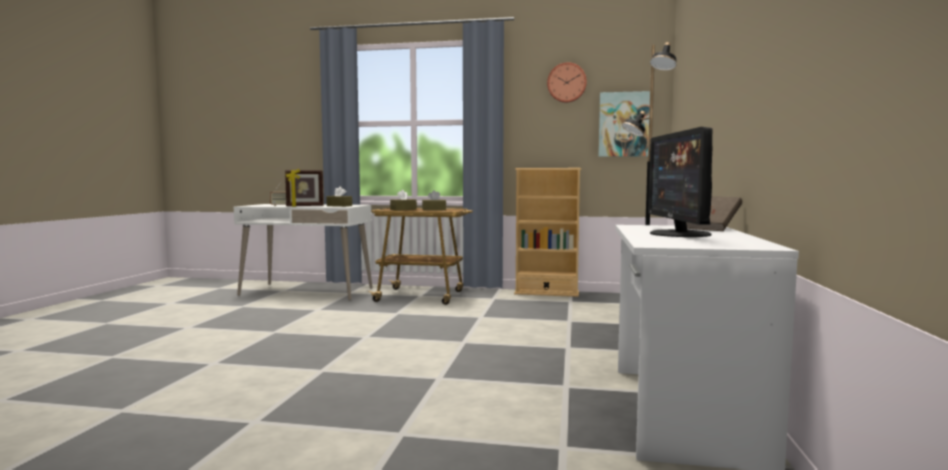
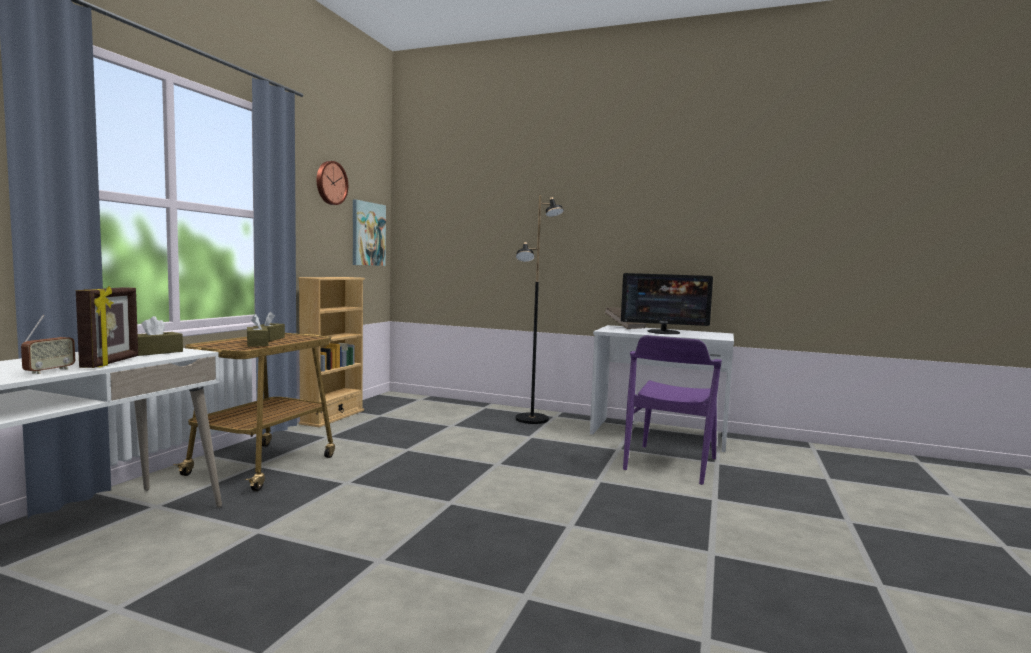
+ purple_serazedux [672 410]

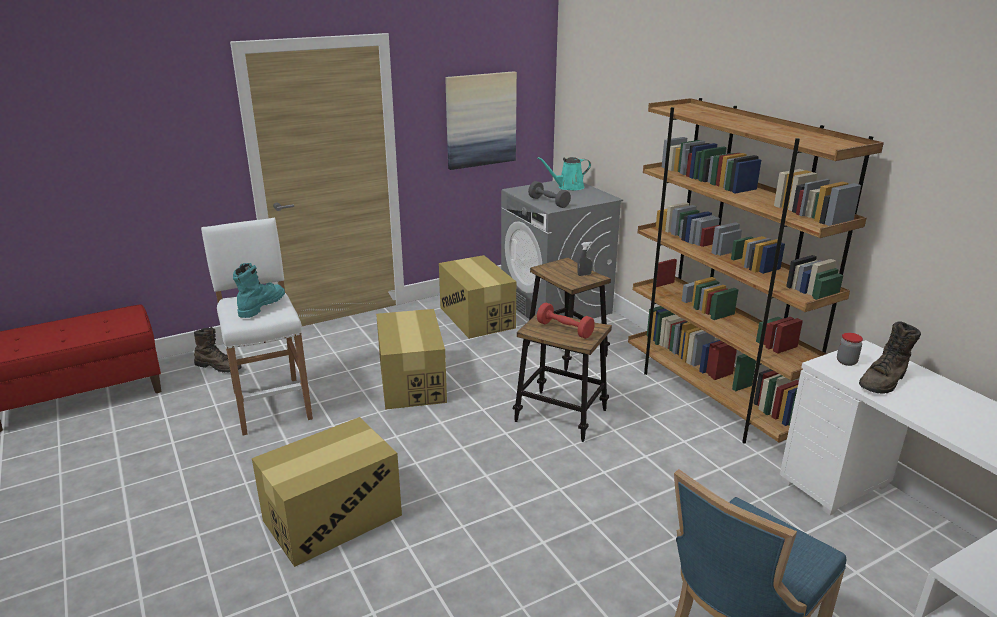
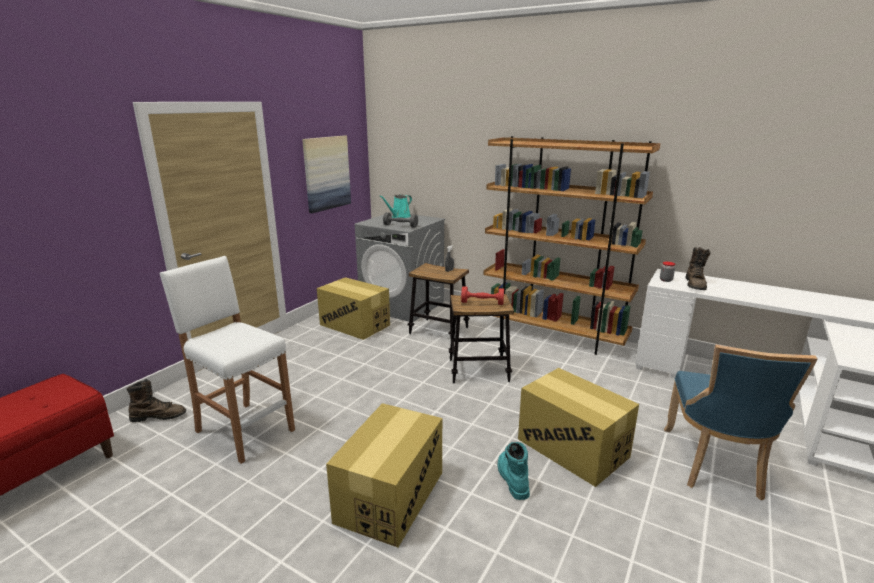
~ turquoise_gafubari [259 290] to [514 471]
~ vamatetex [411 359] to [578 427]

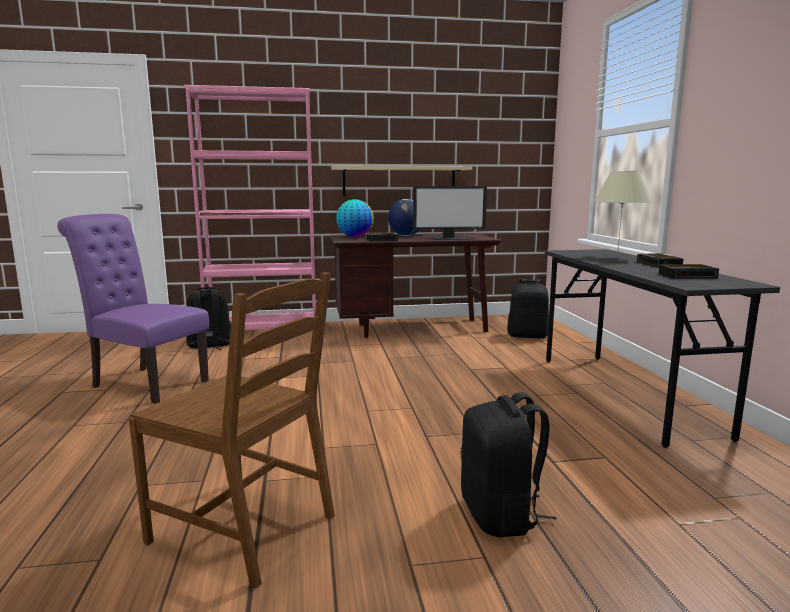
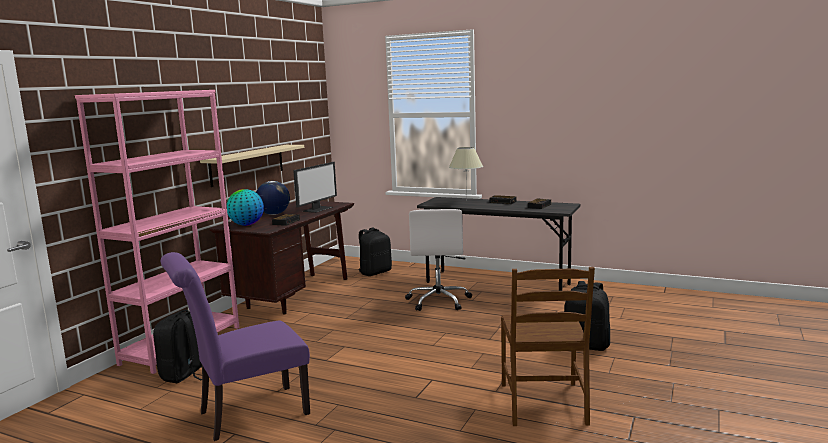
~ brown_serazedux [232 430] = [548 346] 120 degrees clockwise
+ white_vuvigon [438 260]

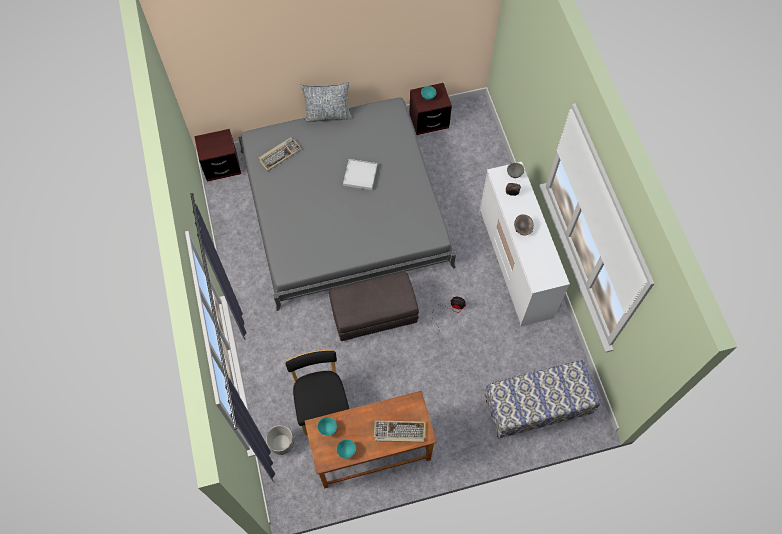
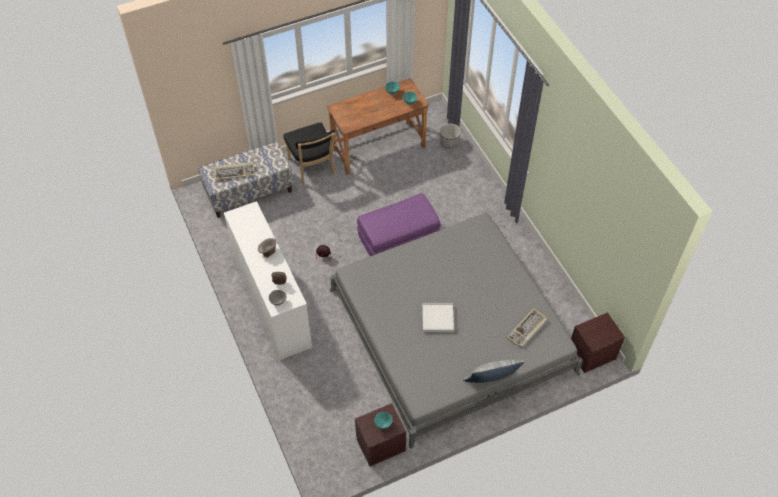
~ black_serazedux [317 392] to [309 153]
~ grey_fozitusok [374 306] to purple_fozitusok [399 224]
~ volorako [400 431] to [234 171]

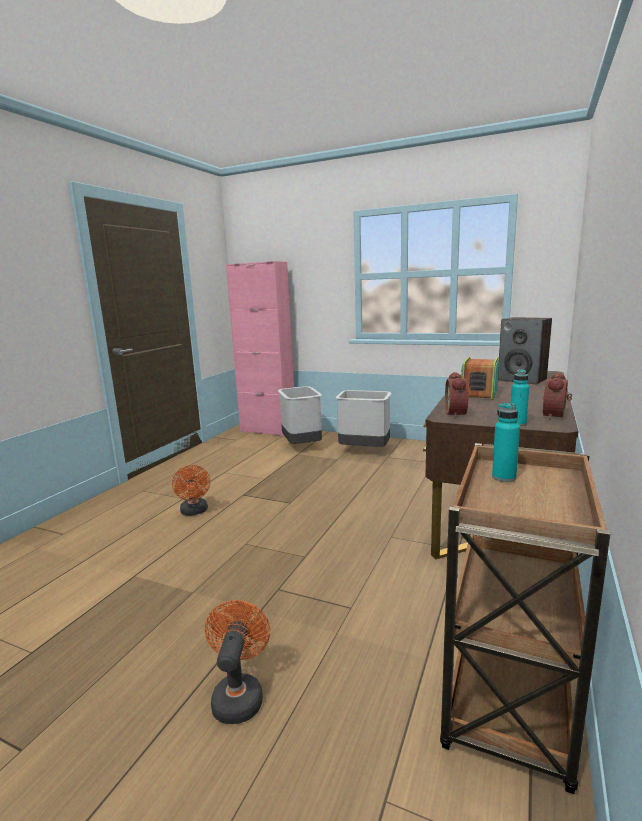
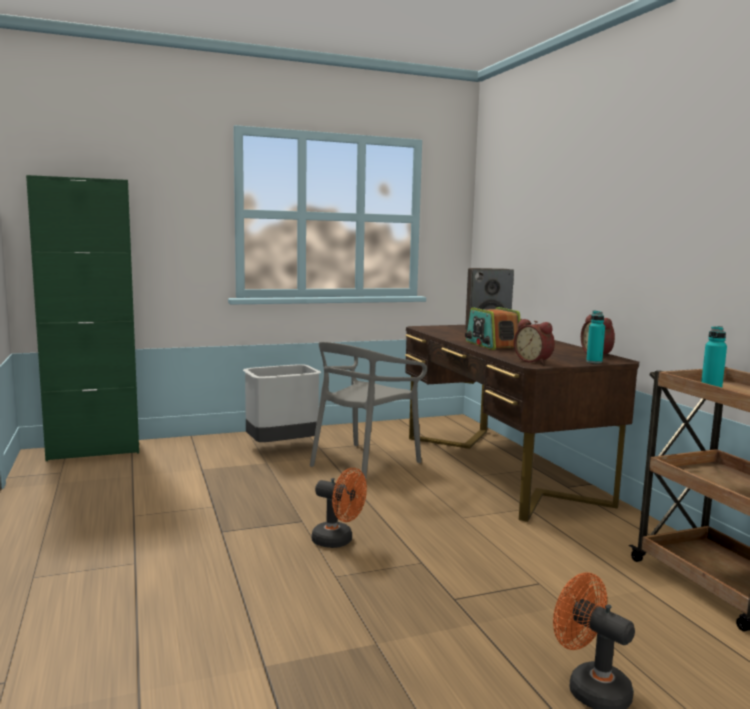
~ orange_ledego [191 490] to [339 508]
~ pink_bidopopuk [260 349] to green_bidopopuk [82 318]
- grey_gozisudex [300 415]
+ grey_serazedux [368 411]

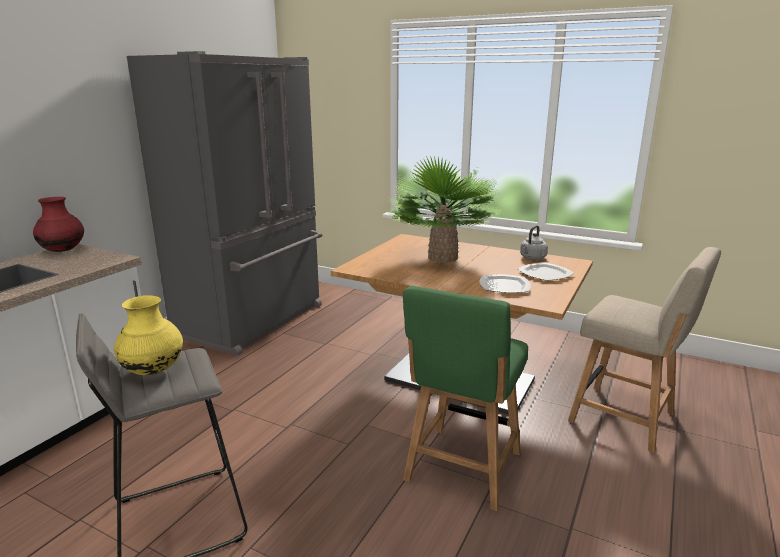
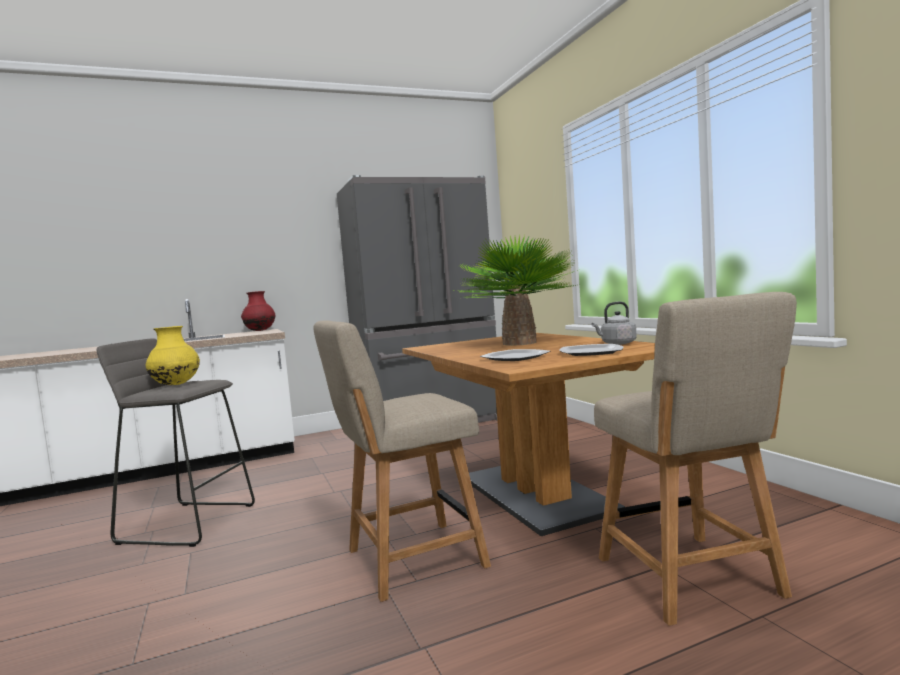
~ green_serazedux [465 398] to beige_serazedux [402 461]

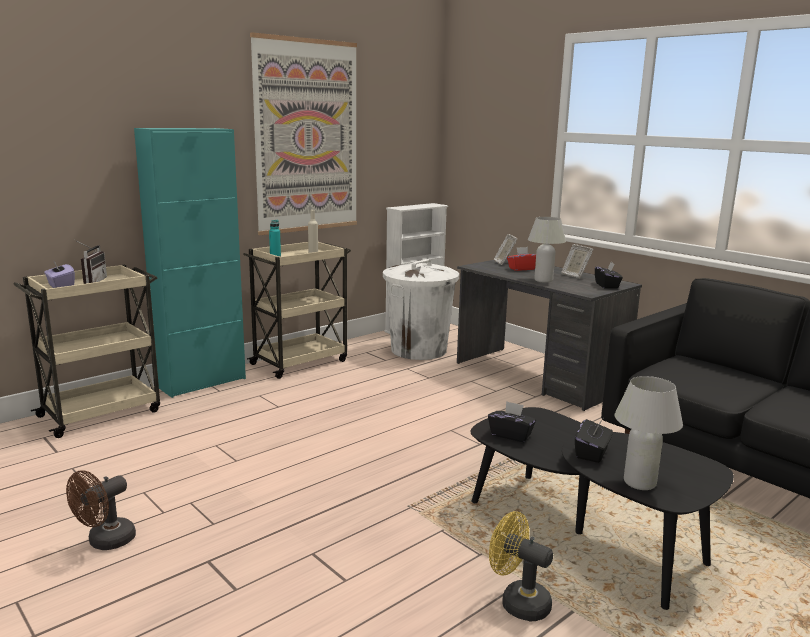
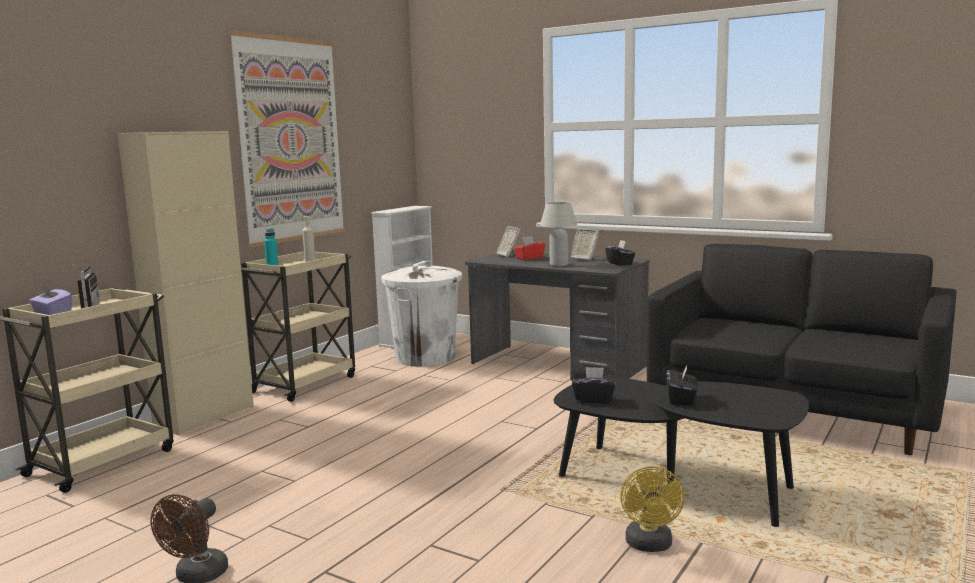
~ turquoise_bidopopuk [190 263] to beige_bidopopuk [186 283]
~ yellow_ledego [521 566] = [652 509] 105 degrees counterclockwise
- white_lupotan [649 433]

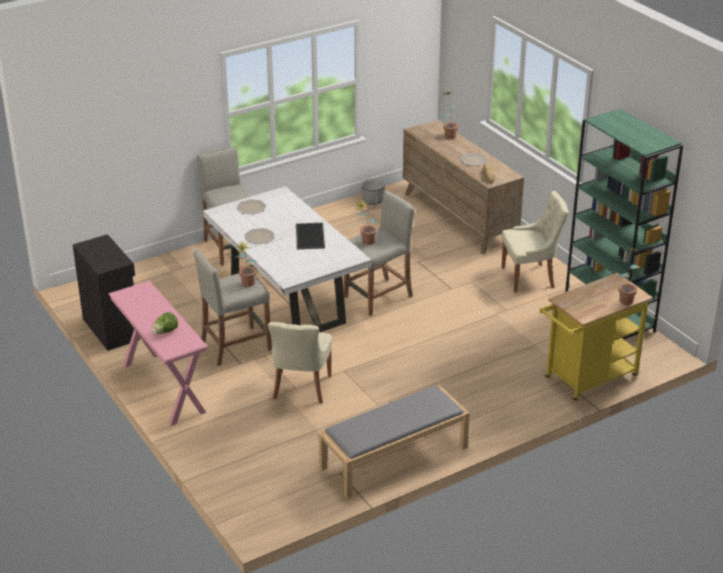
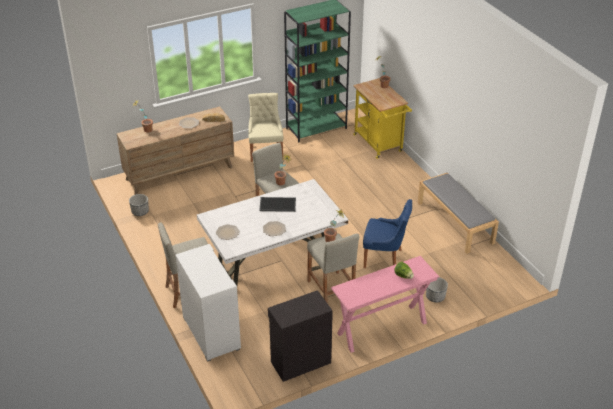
~ beige_serazedux [300 363] to blue_serazedux [387 233]
+ white_bidopopuk [208 303]
+ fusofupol [437 289]

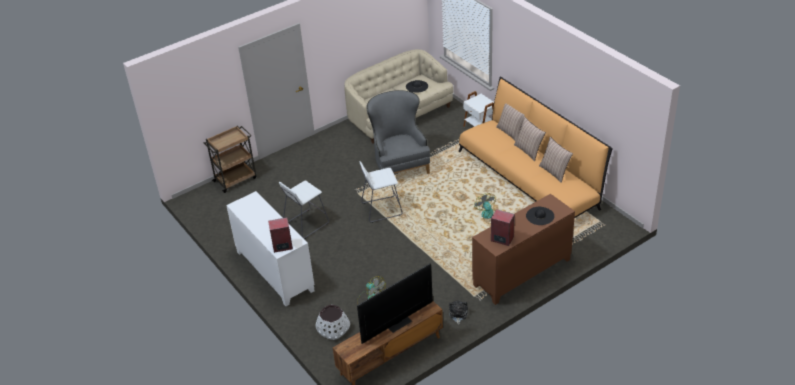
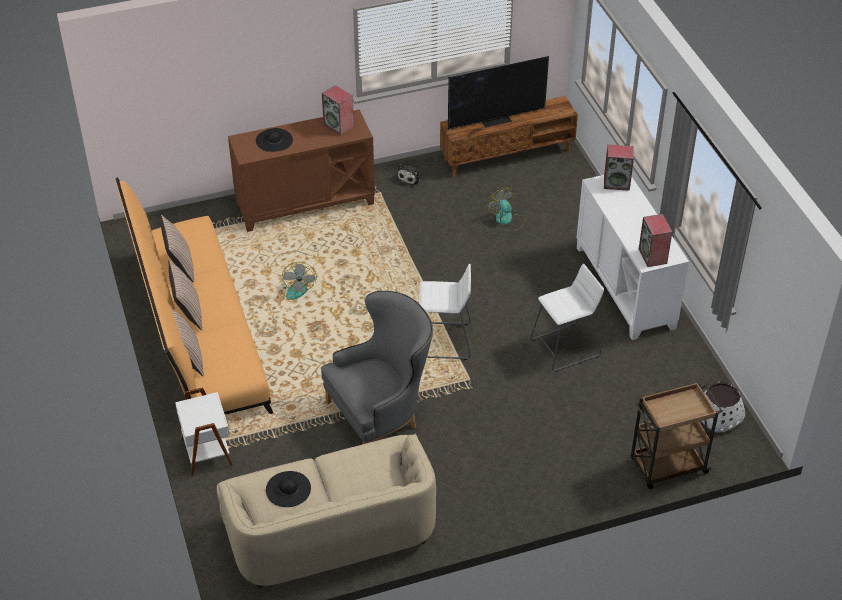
~ white_fusofupol [332 322] to [723 407]
~ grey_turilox [398 132] = [377 367] 120 degrees counterclockwise
+ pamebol [655 240]

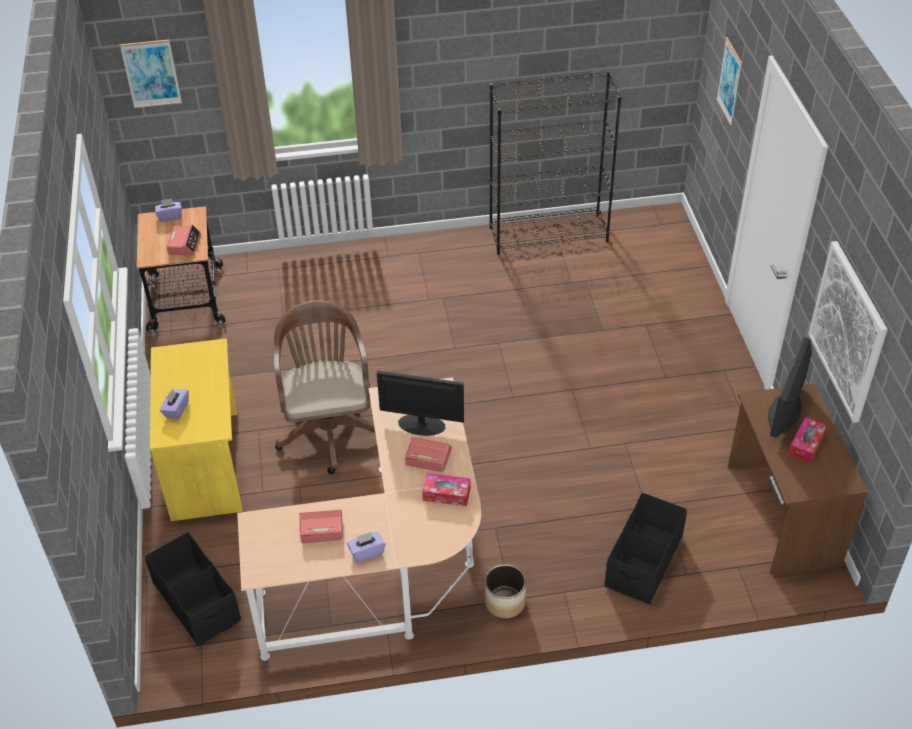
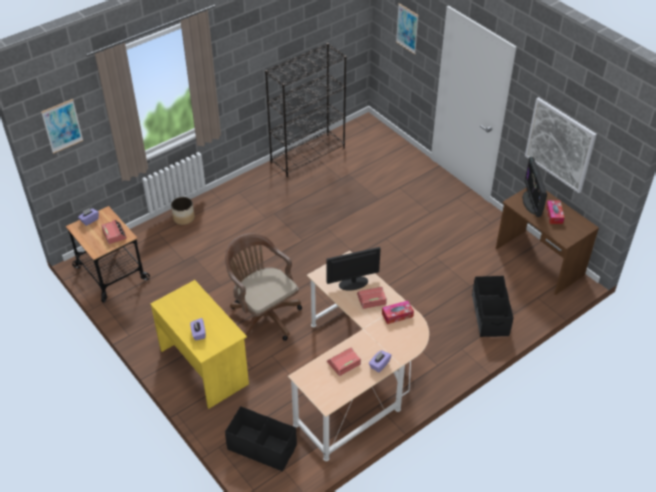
~ fusofupol [505 591] to [183 211]

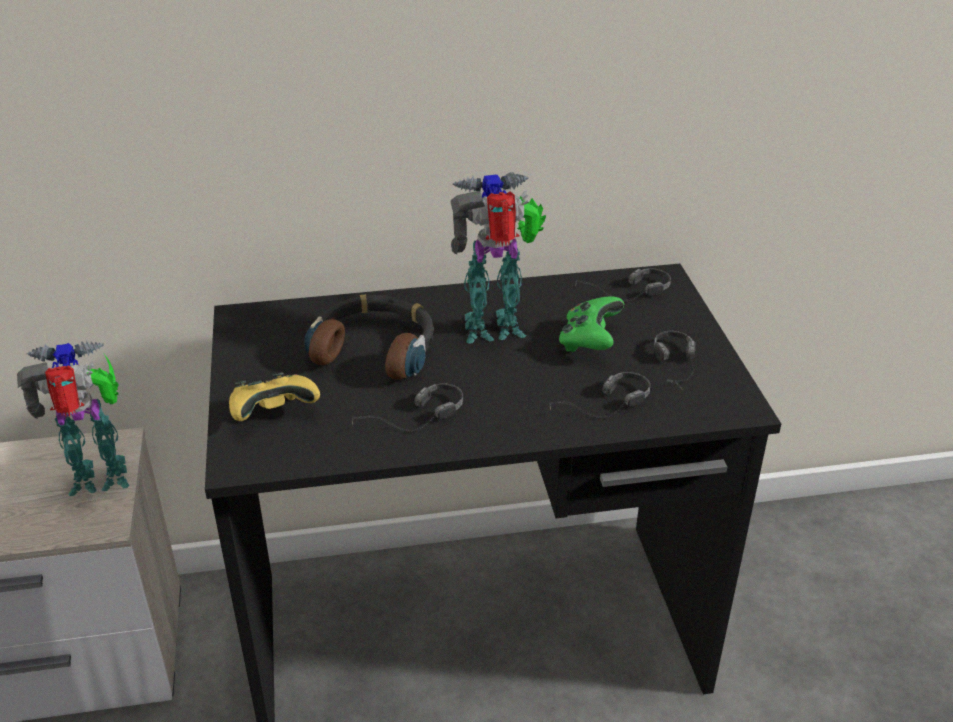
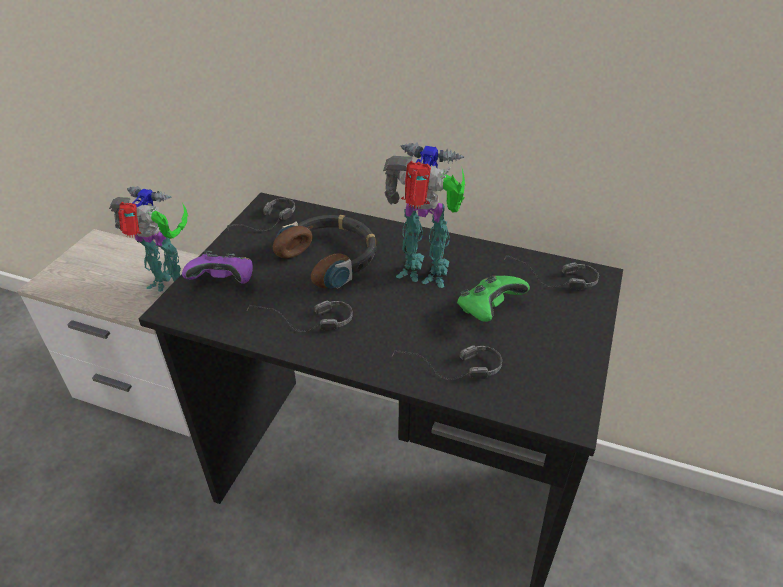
~ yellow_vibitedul [274 396] to purple_vibitedul [217 267]
~ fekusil [674 360] to [261 214]

